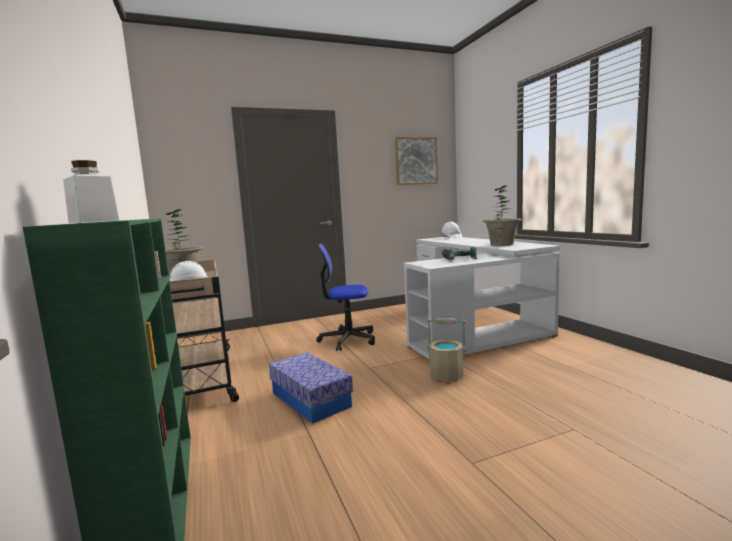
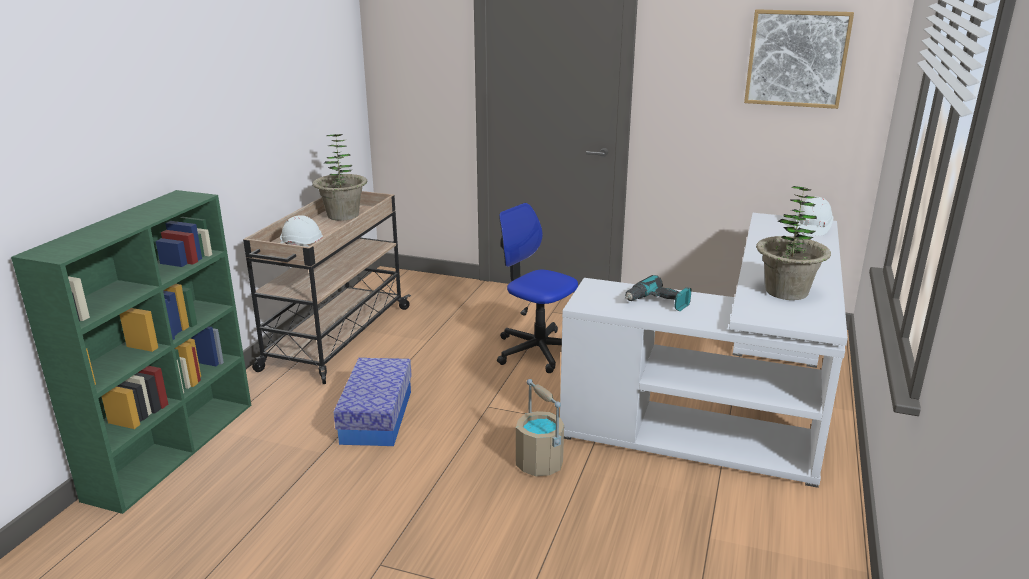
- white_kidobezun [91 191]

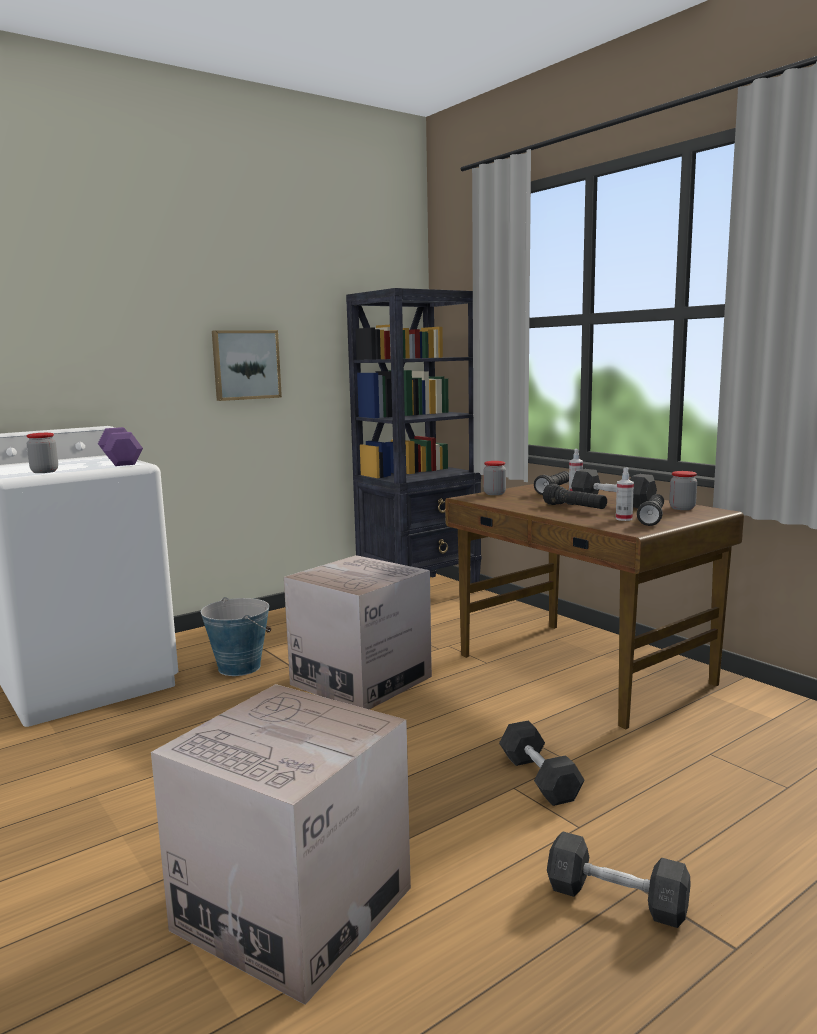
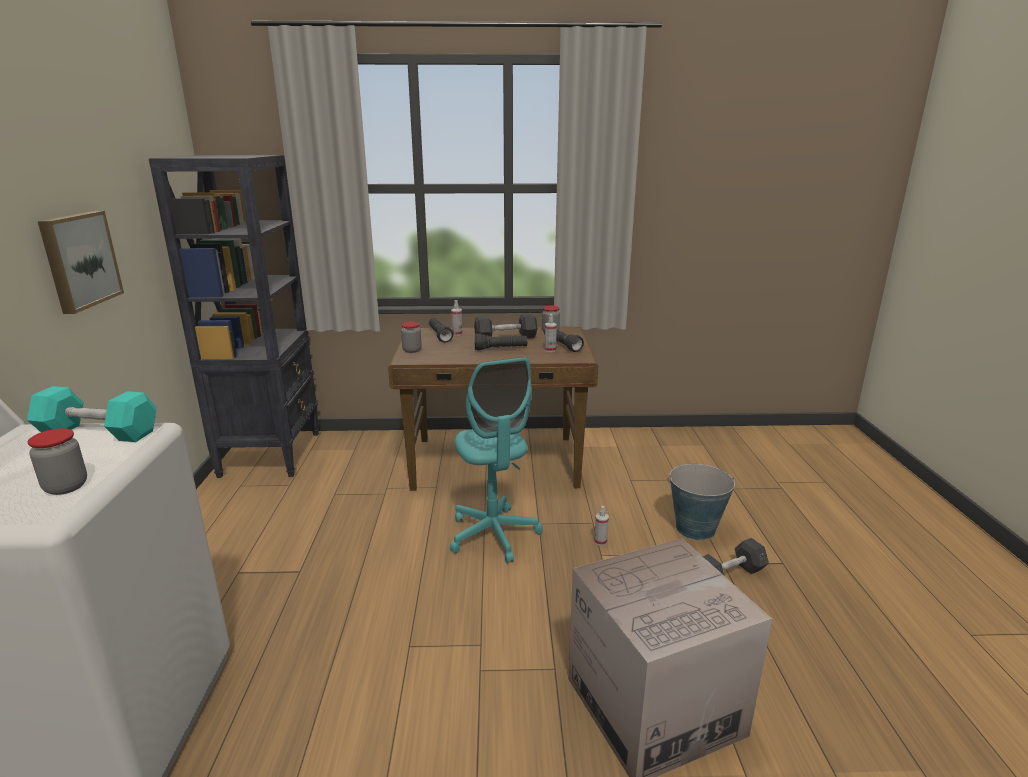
~ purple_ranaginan [120 446] to turquoise_ranaginan [92 414]
~ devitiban [236 636] to [701 502]
- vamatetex [358 632]
~ grey_ranaginan [542 763] to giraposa [601 526]
+ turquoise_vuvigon [496 460]

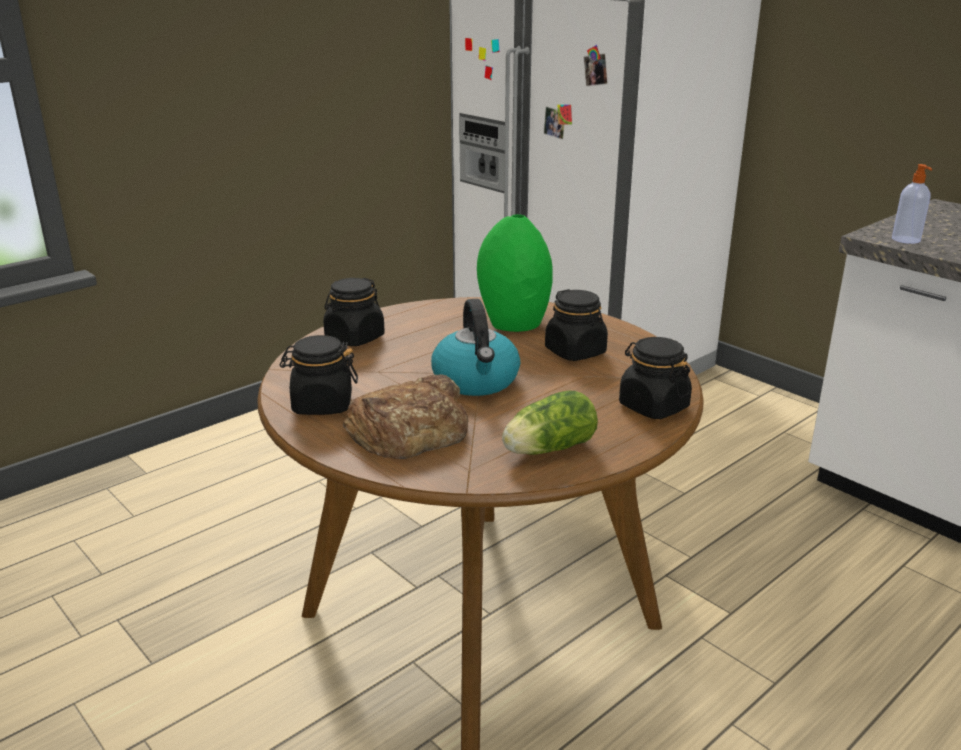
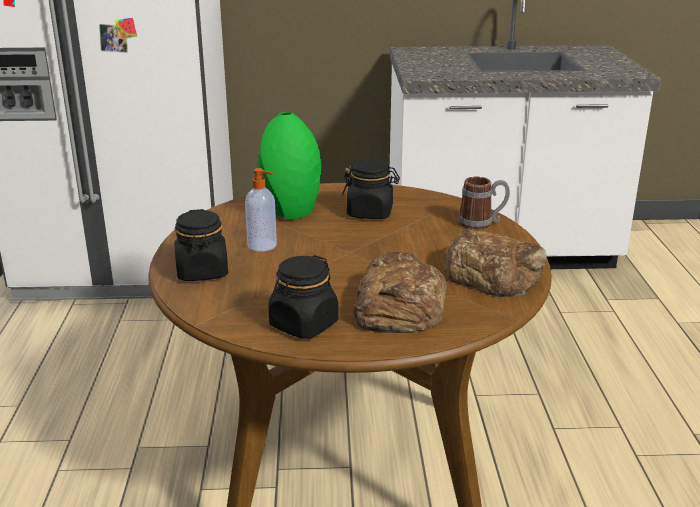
- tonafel [475 347]
~ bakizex [550 423] to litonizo [495 263]
~ black_kidobezun [655 378] to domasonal [484 203]
~ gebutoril [912 204] to [261 209]

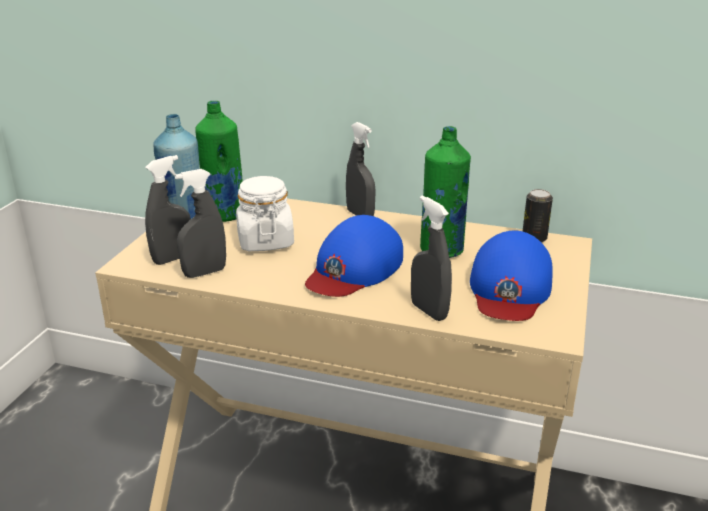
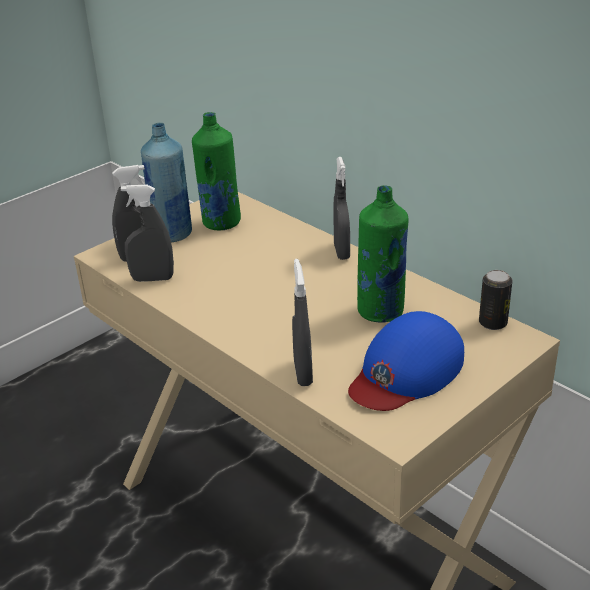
- white_kidobezun [265 213]
- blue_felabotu [354 256]

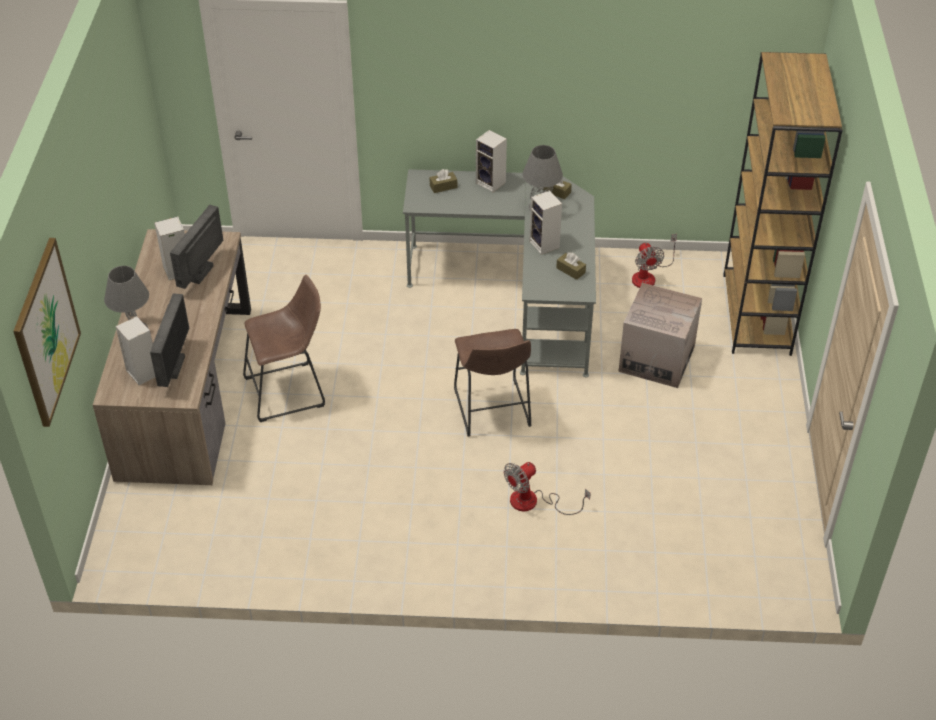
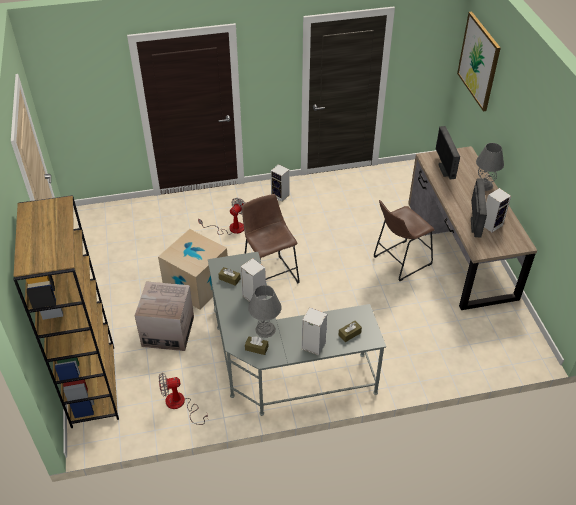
~ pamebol [135 350] to [280 183]
~ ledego [654 261] = [183 399] 75 degrees counterclockwise
+ vamatetex [193 269]

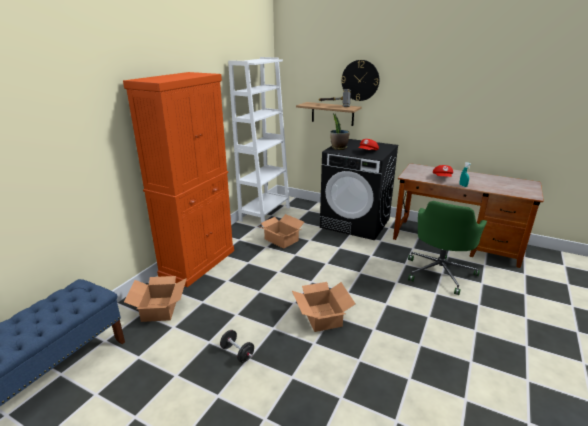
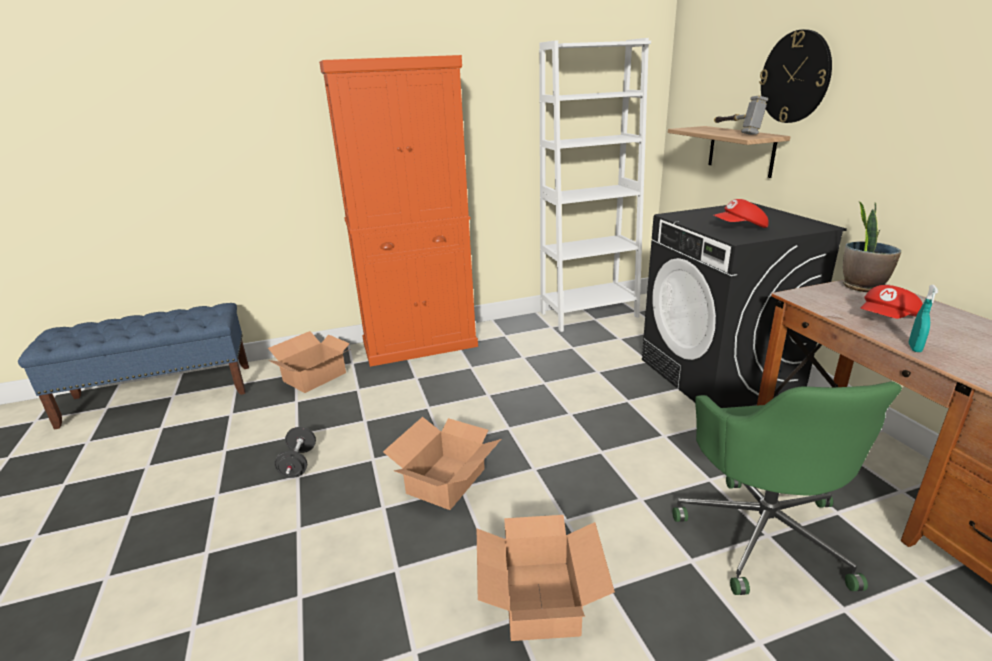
~ vamatetex [281 231] to [546 578]
~ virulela [340 132] to [871 246]
~ green_vuvigon [447 248] = [787 488] 75 degrees counterclockwise

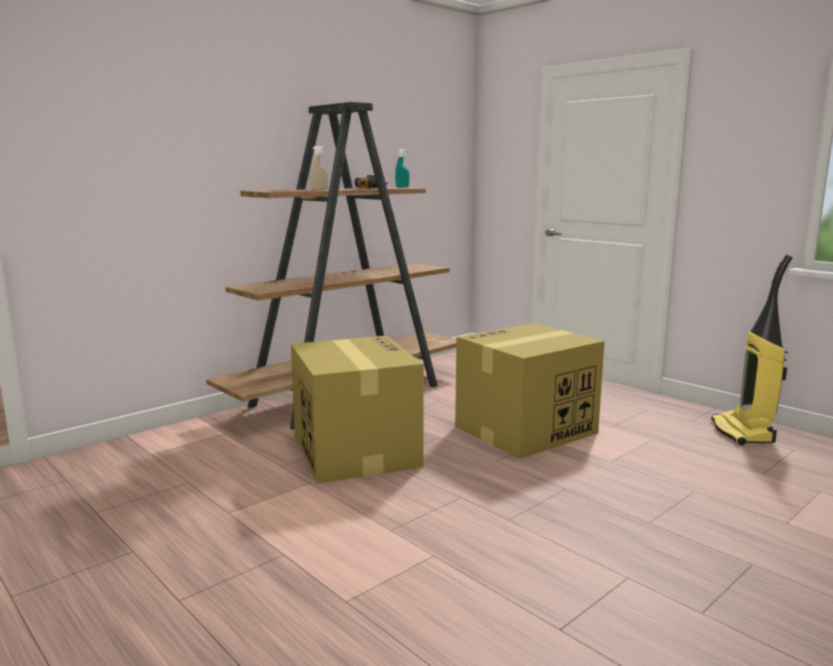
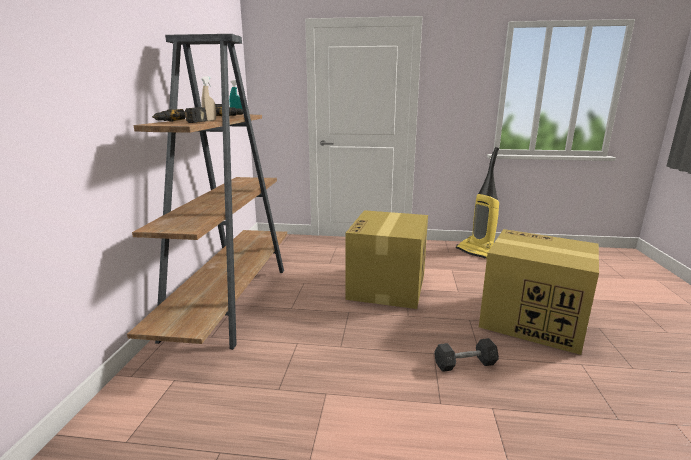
~ vamatetex [357 410] to [539 292]
+ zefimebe [179 115]
+ grey_ranaginan [466 355]

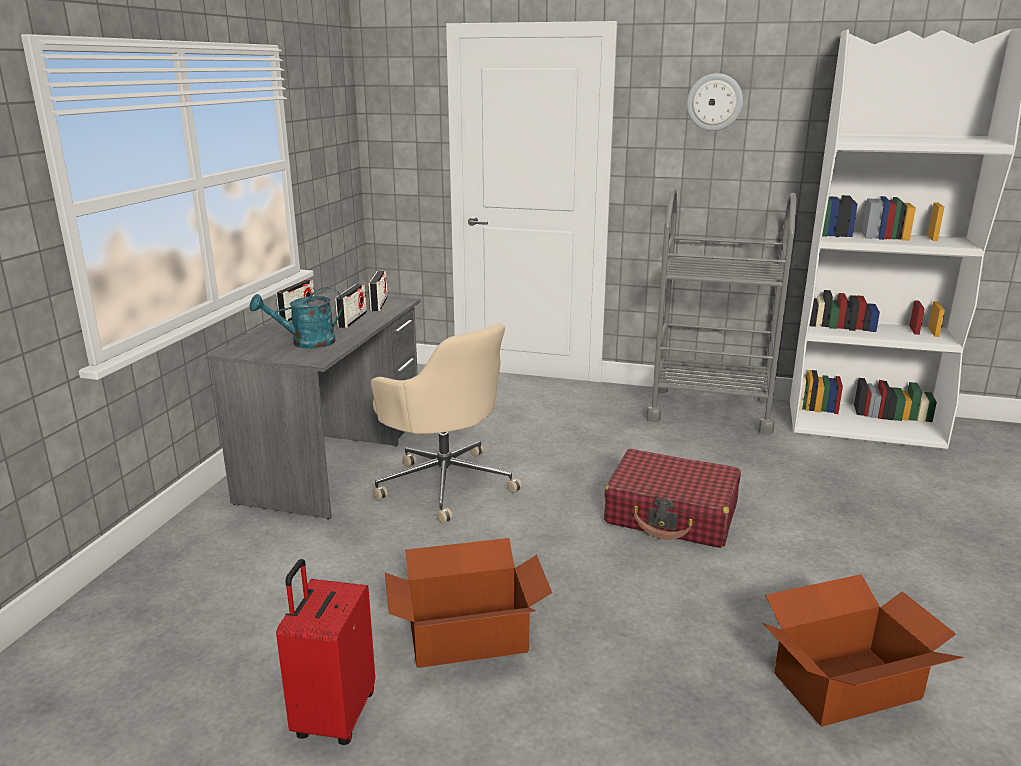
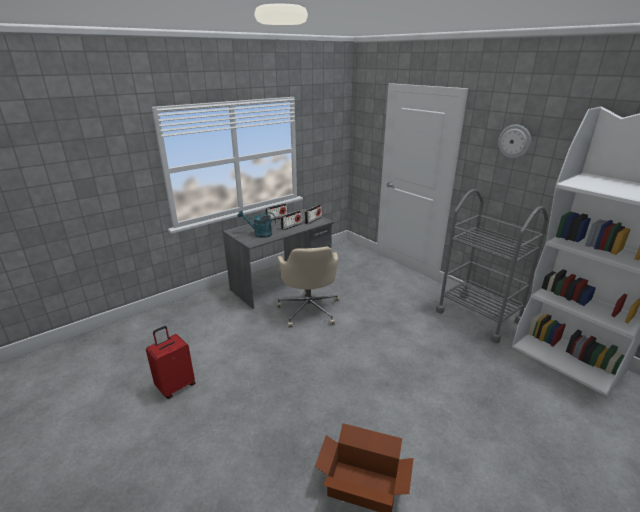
- vamatetex [468 603]
- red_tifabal [672 498]

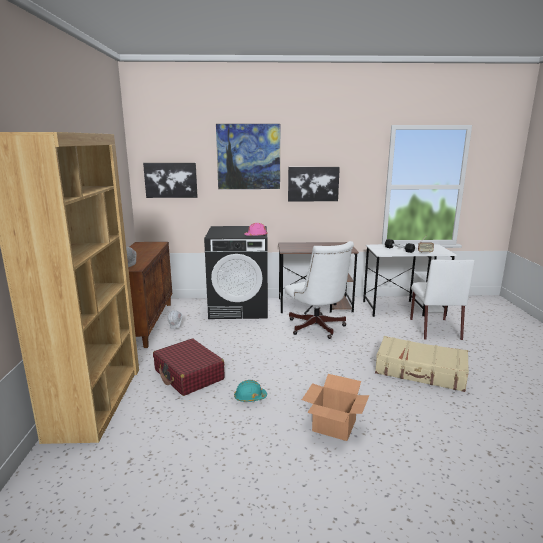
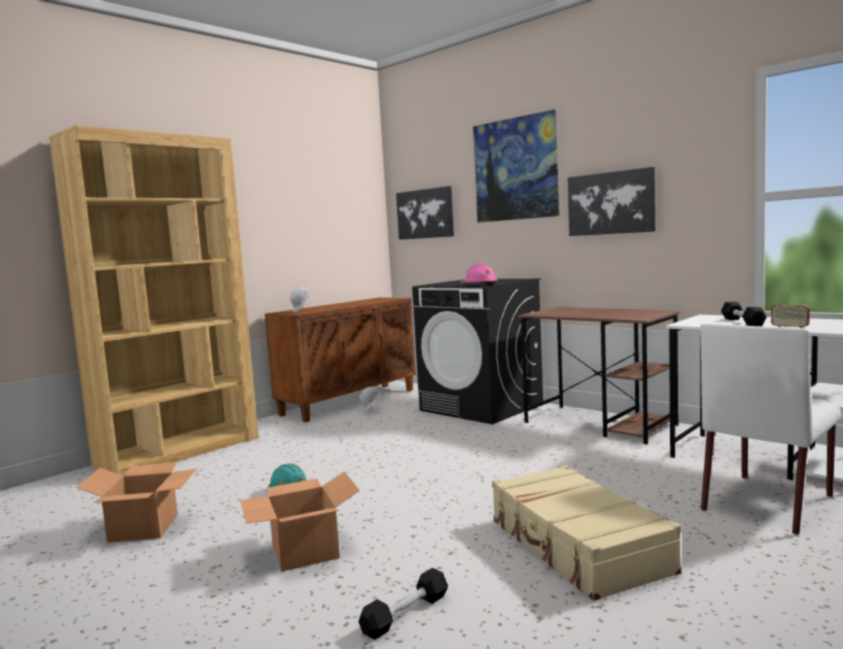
- red_tifabal [189 367]
- white_vuvigon [319 290]
+ vamatetex [136 502]
+ black_ranaginan [403 603]

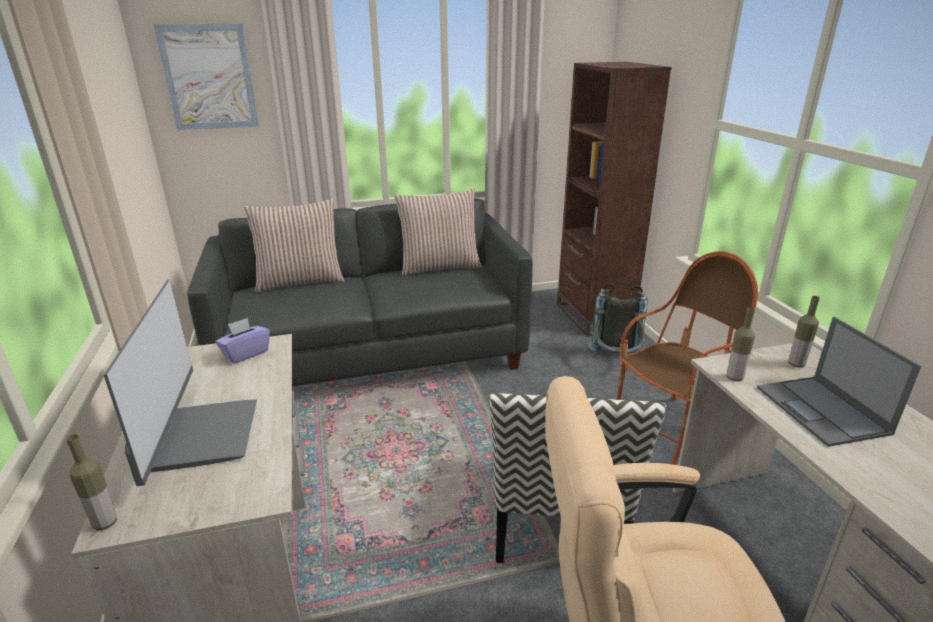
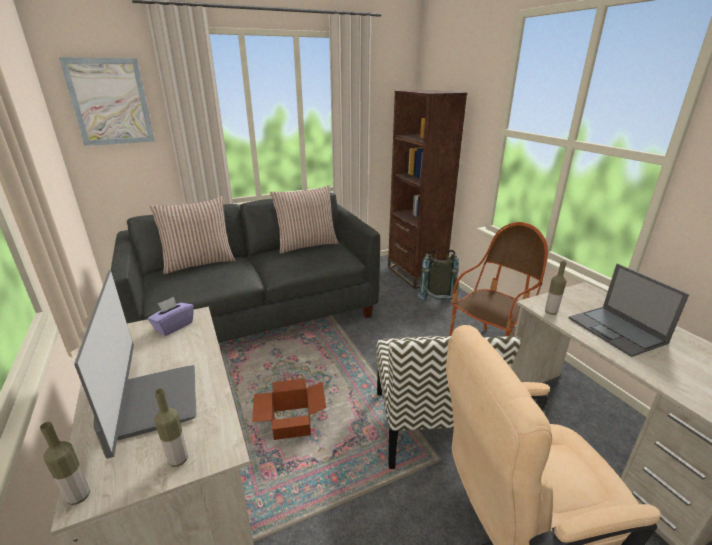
~ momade [804 332] to [171 428]
+ vamatetex [289 409]

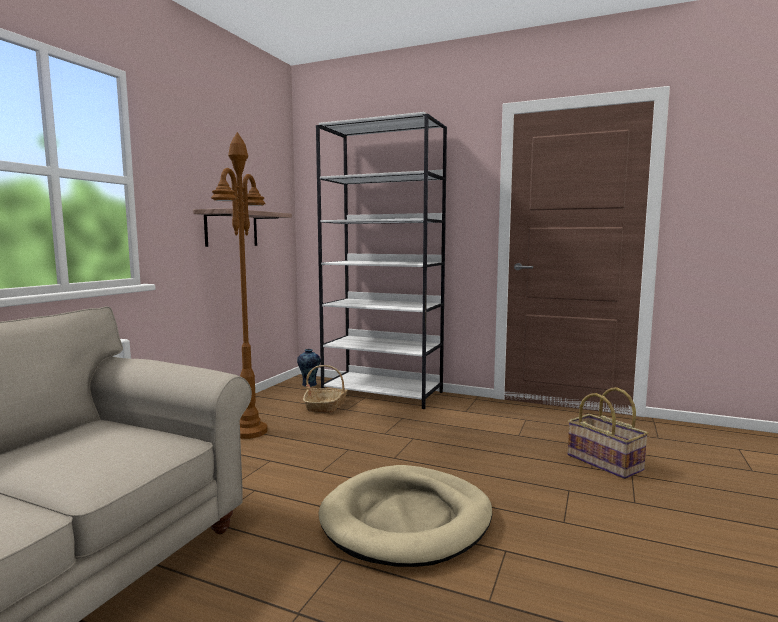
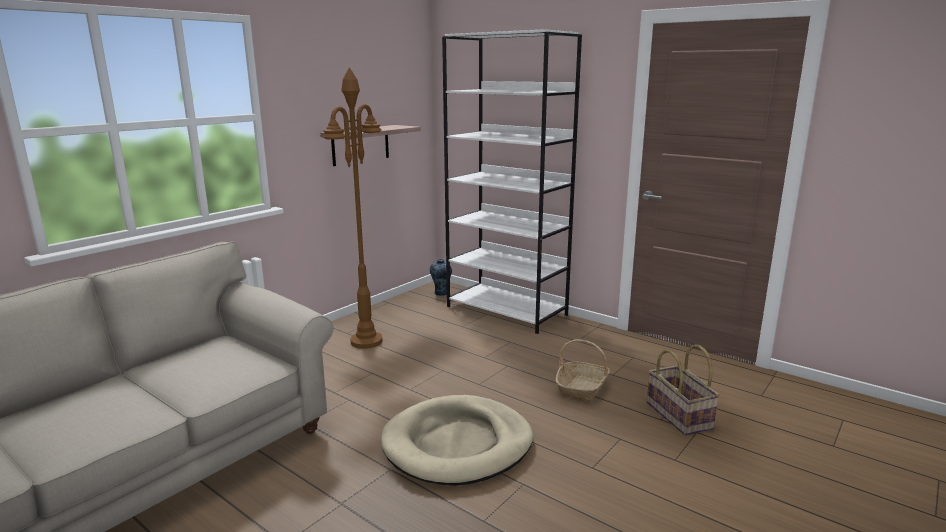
~ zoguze [325 389] to [583 370]

